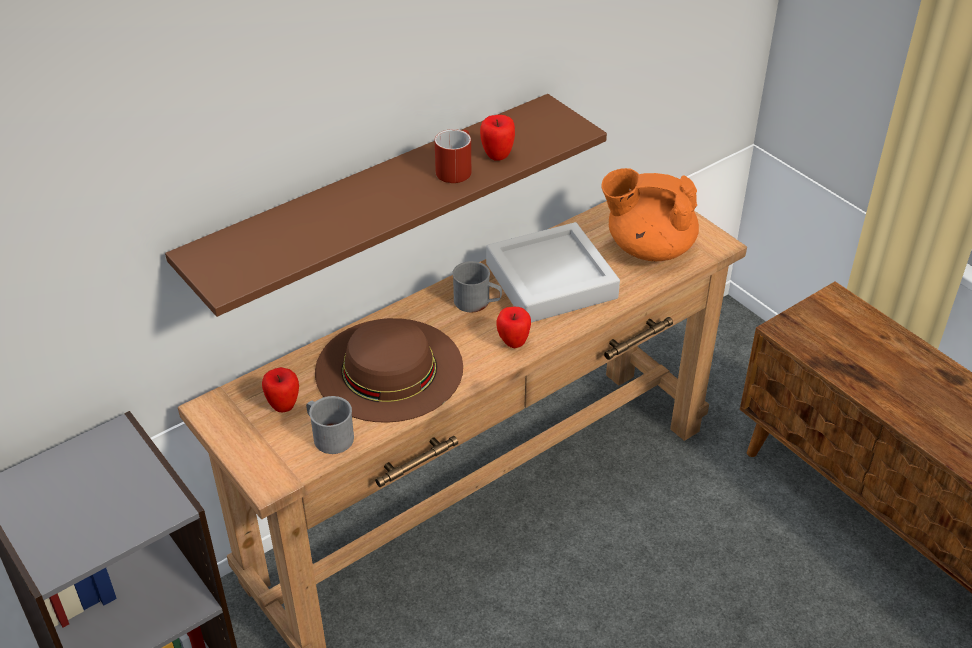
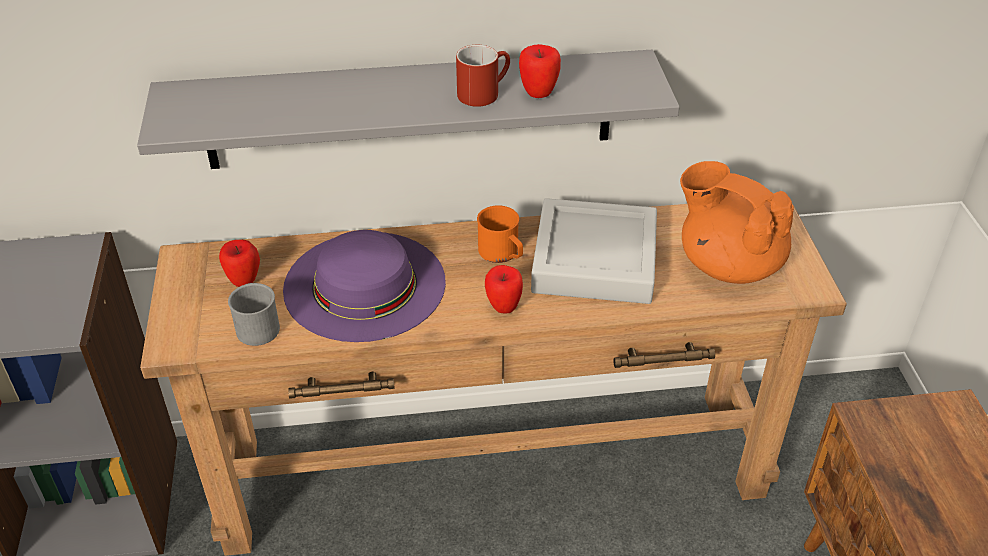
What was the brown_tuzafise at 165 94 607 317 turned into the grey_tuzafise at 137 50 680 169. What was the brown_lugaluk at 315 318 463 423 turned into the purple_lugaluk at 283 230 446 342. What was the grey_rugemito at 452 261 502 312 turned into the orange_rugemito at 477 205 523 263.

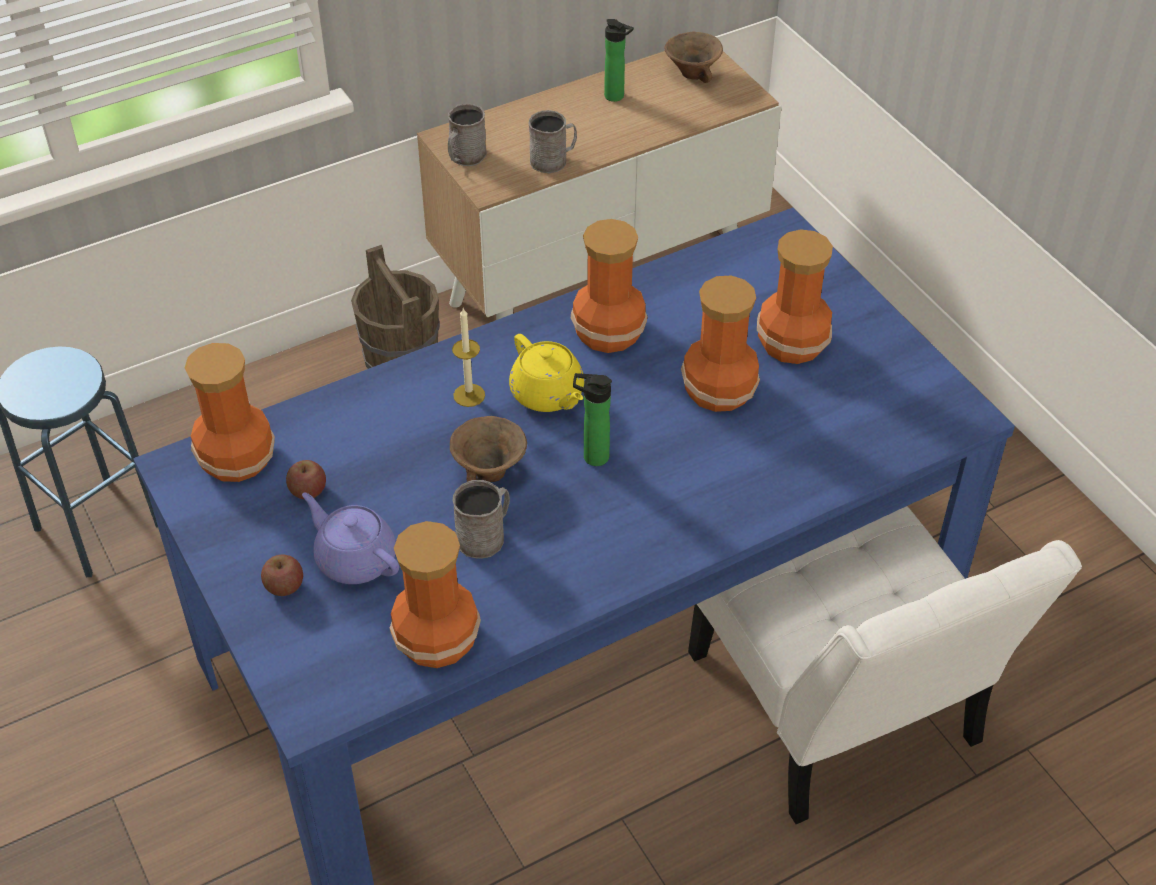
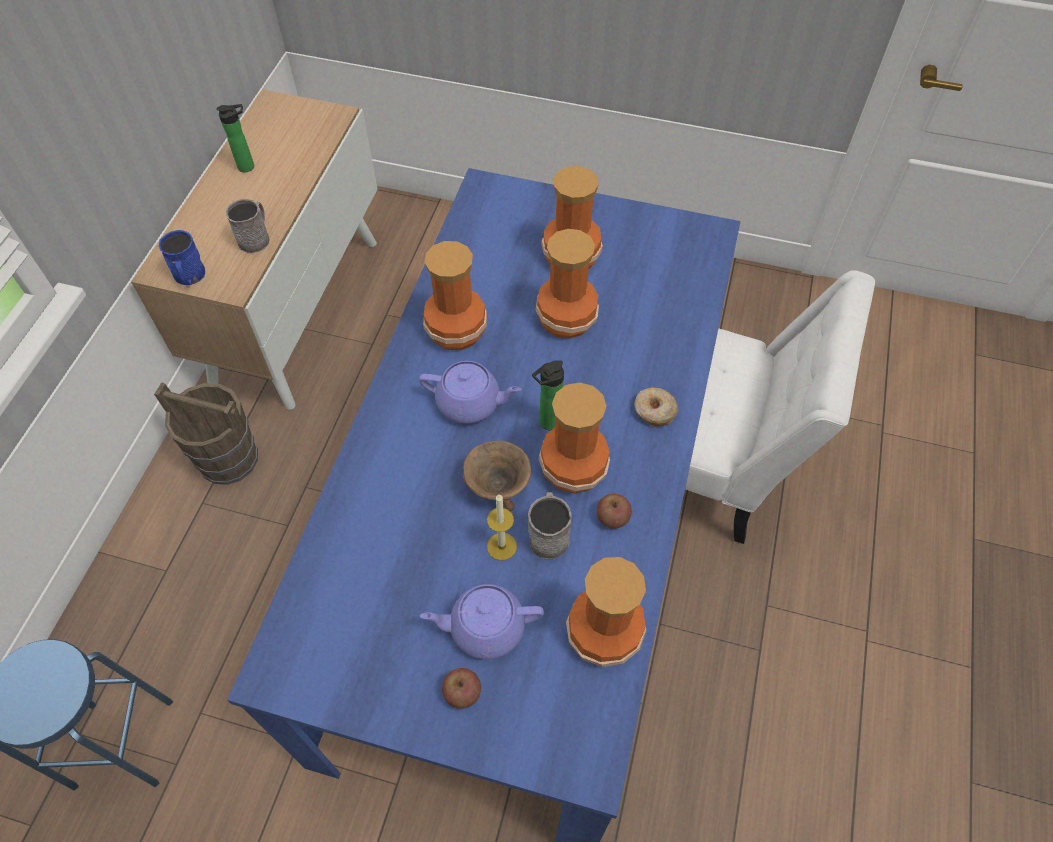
The second view lost the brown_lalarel at 665 32 723 83. The second view gained the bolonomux at 634 387 678 427. The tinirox ended up elsewhere, having gone from 185 343 275 482 to 538 382 610 493. The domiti ended up elsewhere, having gone from 286 460 326 499 to 597 494 632 529. The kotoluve ended up elsewhere, having gone from 452 308 485 407 to 487 494 517 561. What was the grey_rugemito at 448 104 487 166 turned into the blue_rugemito at 159 230 205 285. What was the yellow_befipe at 509 334 584 412 turned into the purple_befipe at 419 361 522 424.

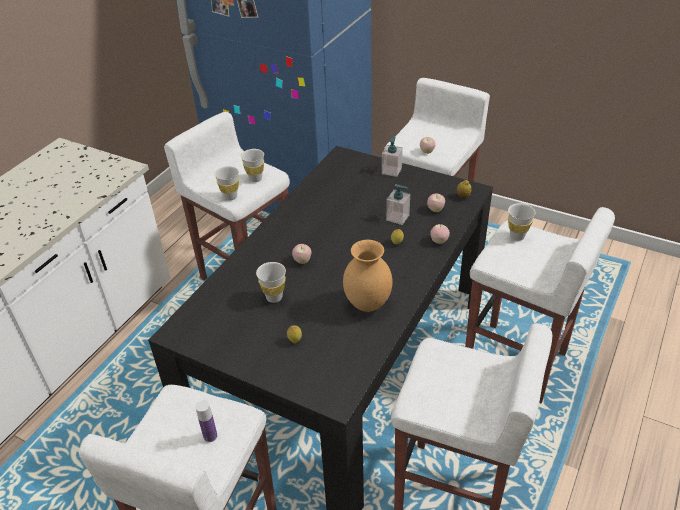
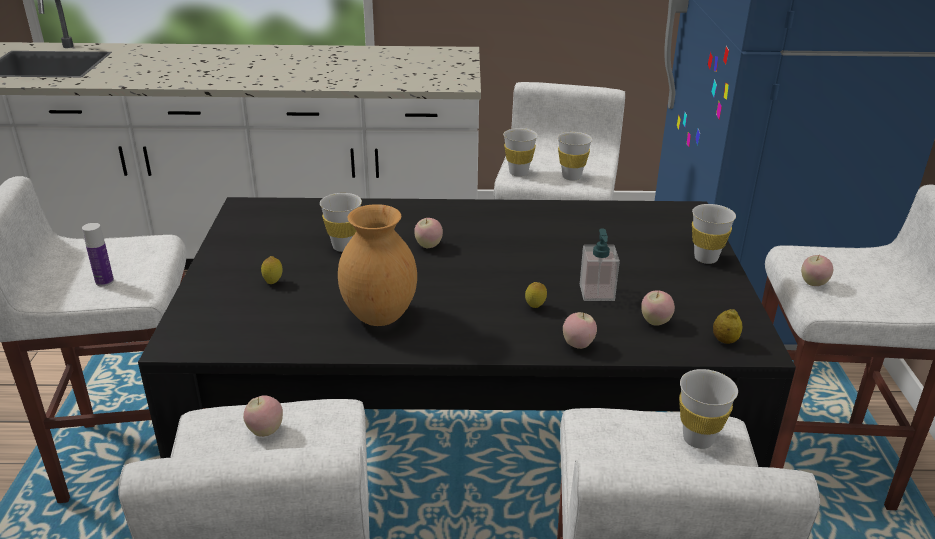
The second view gained the domiti at 243 396 283 437. Where the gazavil stood at 382 136 403 177, the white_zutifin came to stand at 692 204 736 264.

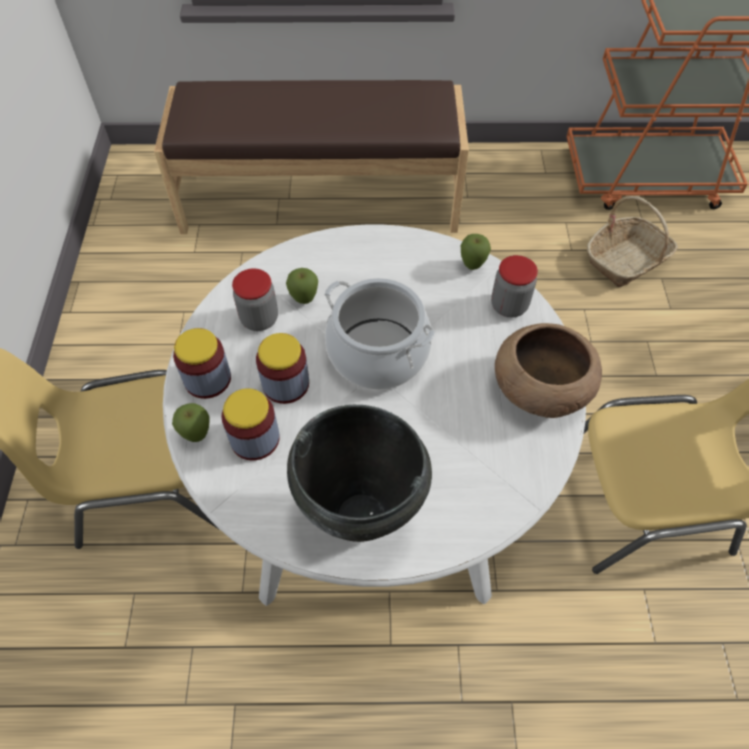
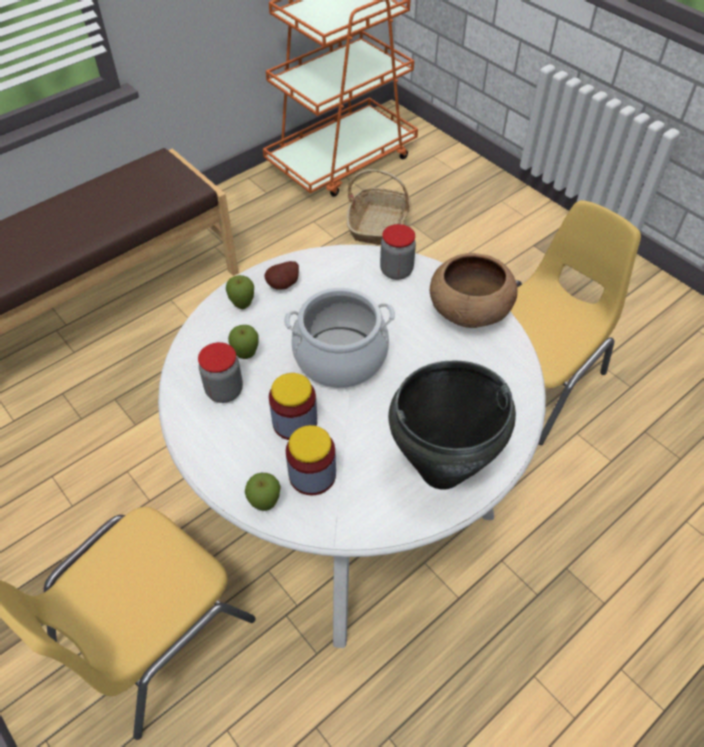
The second view lost the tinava at 173 328 231 399. The second view gained the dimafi at 264 261 299 290. The domiti ended up elsewhere, having gone from 461 234 491 270 to 226 275 254 309.

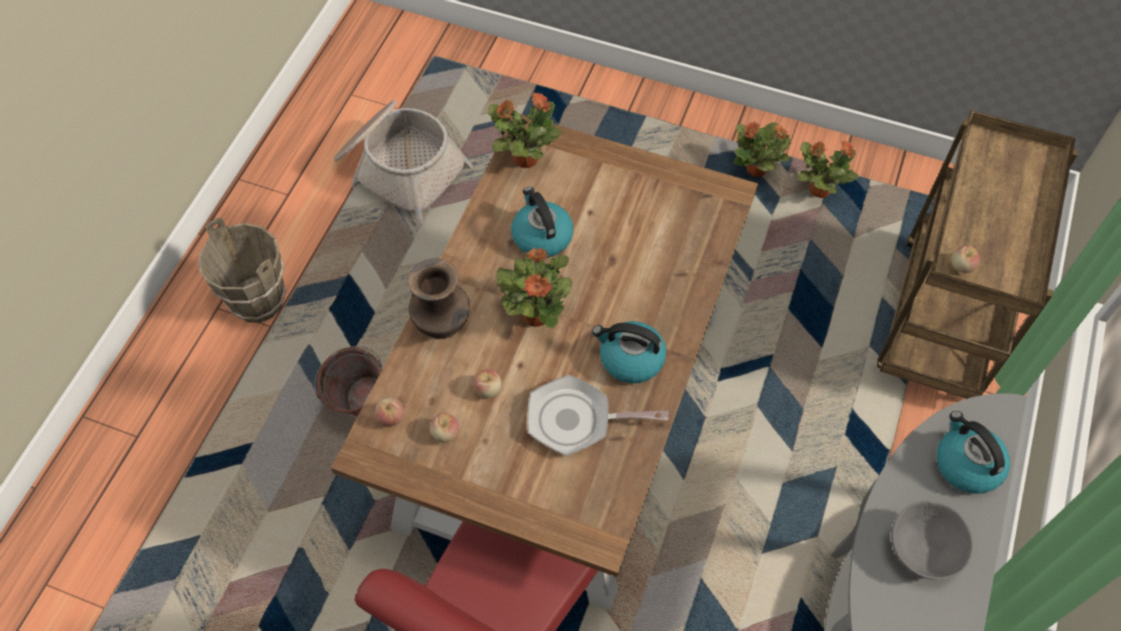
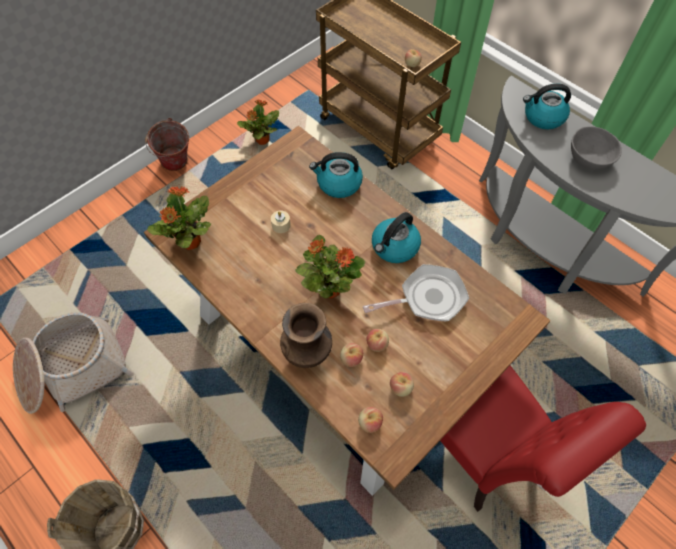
The second view lost the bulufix at 734 121 791 177. The second view gained the beige_kotoluve at 271 211 291 233. The second view gained the domiti at 340 343 364 367. The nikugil ended up elsewhere, having gone from 314 346 382 416 to 145 118 189 171. The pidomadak ended up elsewhere, having gone from 511 187 573 258 to 309 152 363 198. The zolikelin at 527 375 668 456 ended up facing another way, 135 degrees counterclockwise from before.

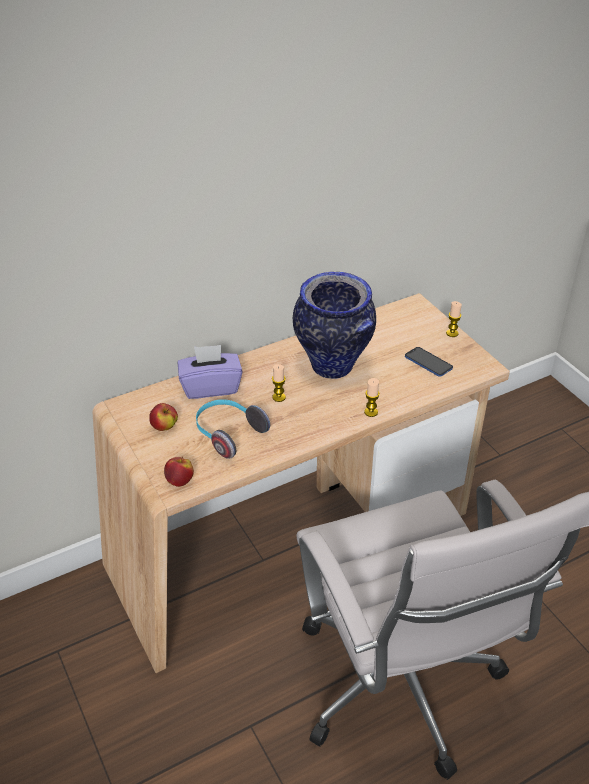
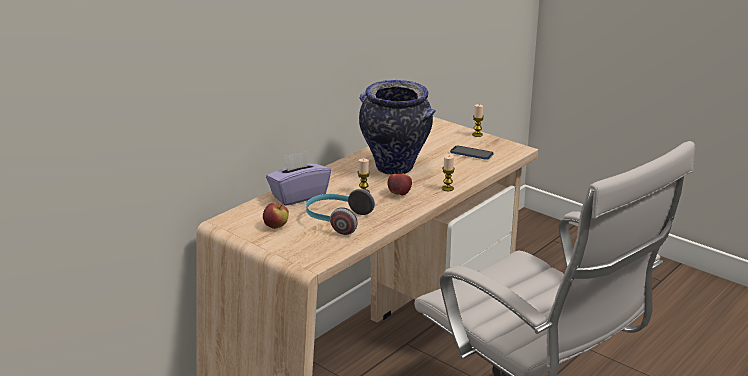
The domiti ended up elsewhere, having gone from 164 457 194 487 to 387 170 412 195.

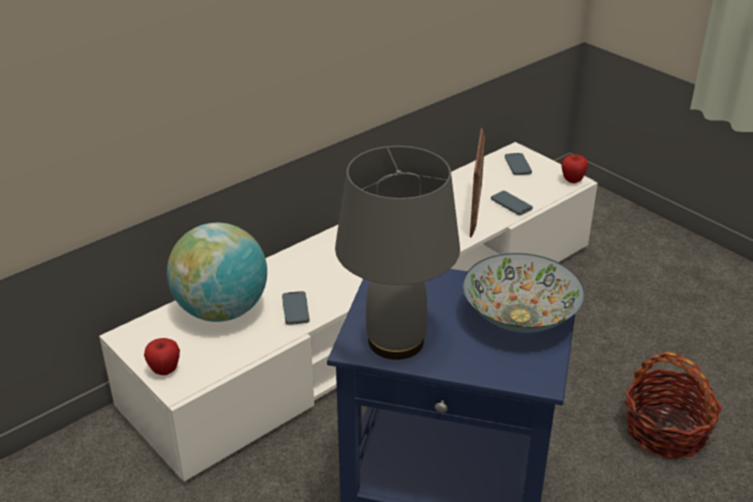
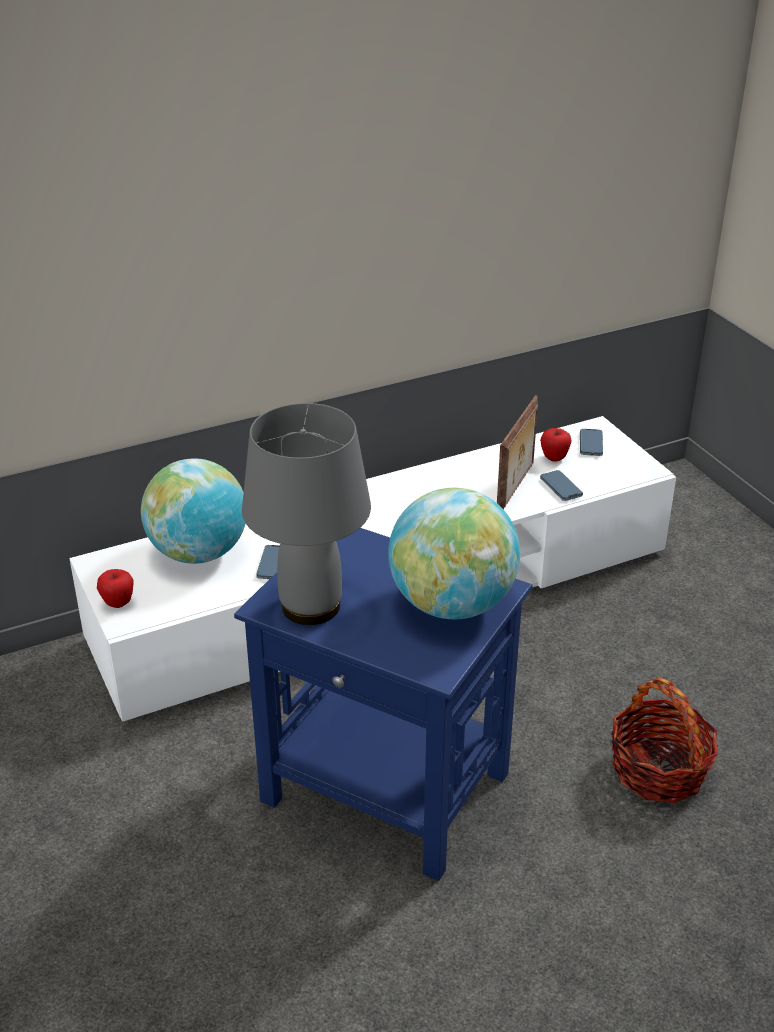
The domiti ended up elsewhere, having gone from 561 154 588 183 to 540 428 572 462. Where the lalarel stood at 463 253 585 333, the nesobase came to stand at 388 488 520 619.

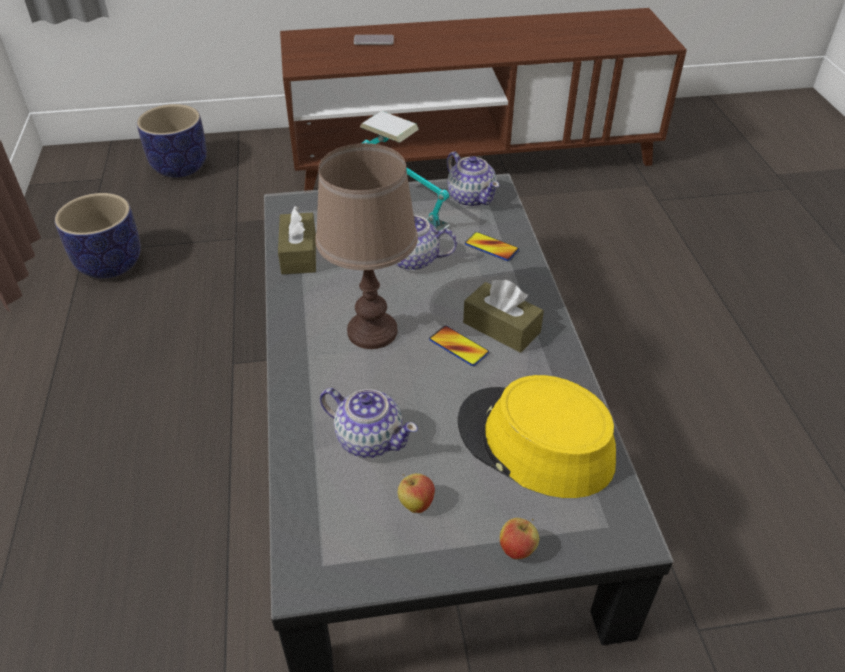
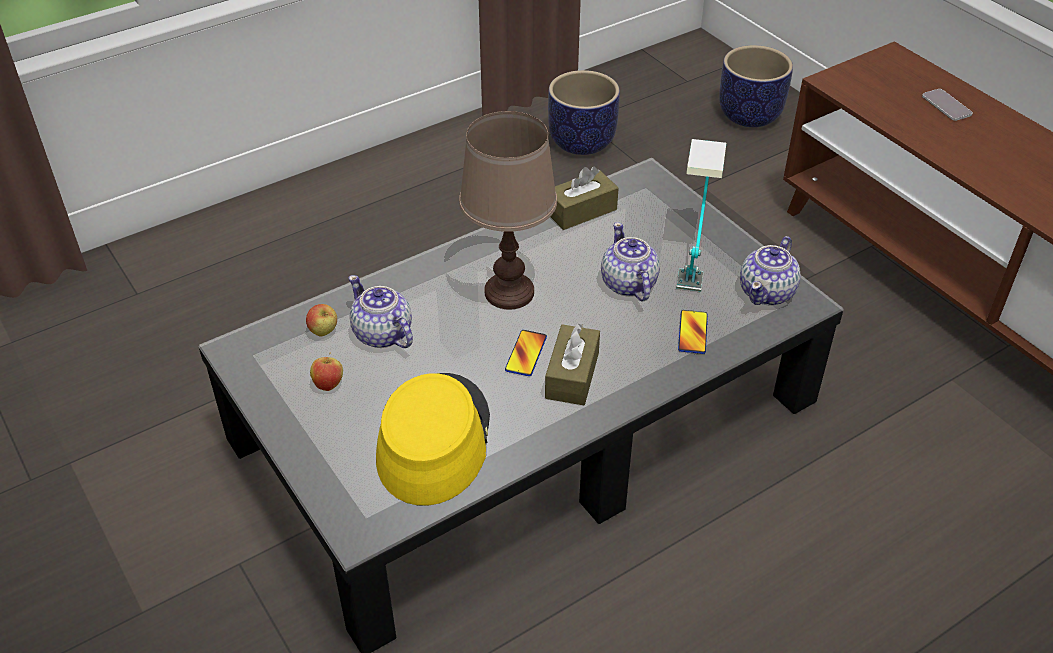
The domiti ended up elsewhere, having gone from 500 518 539 559 to 306 304 337 337. The befipe at 320 388 418 458 ended up facing another way, 135 degrees clockwise from before.

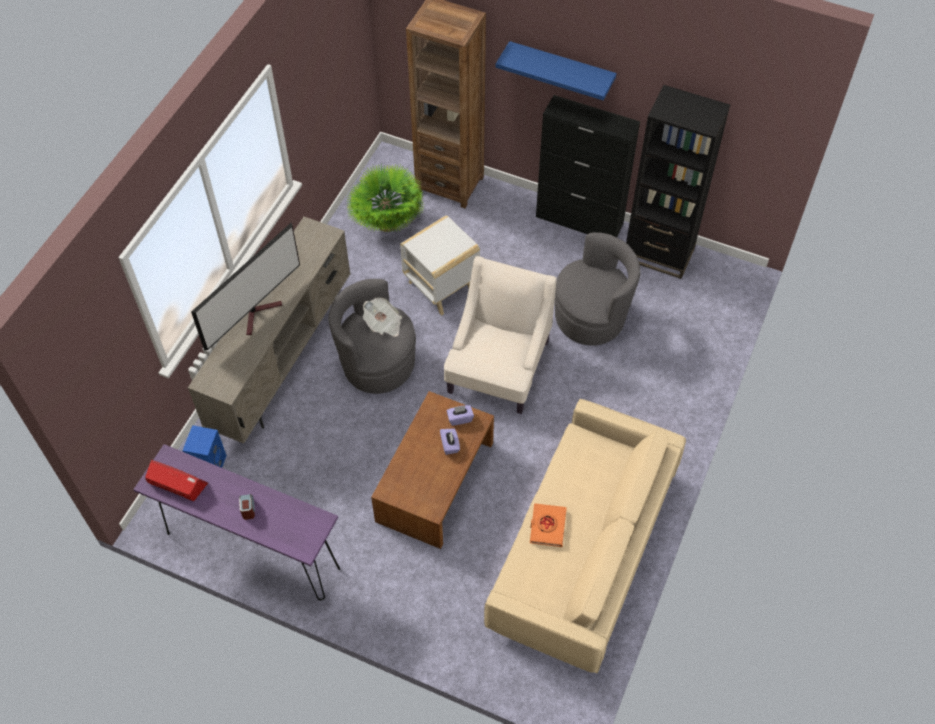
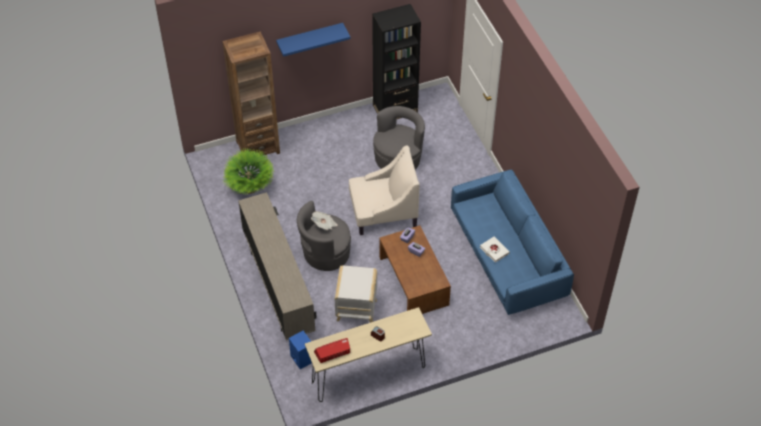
The second view lost the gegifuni at 191 223 300 350. The second view lost the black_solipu at 536 95 640 237. The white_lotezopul ended up elsewhere, having gone from 400 215 480 316 to 335 265 377 323. What was the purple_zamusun at 133 444 340 600 turned into the beige_zamusun at 305 307 432 402. What was the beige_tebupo at 484 399 686 673 turned into the blue_tebupo at 451 170 574 315. What was the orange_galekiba at 530 503 567 547 turned into the white_galekiba at 480 237 510 263. The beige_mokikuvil at 444 256 557 414 ended up facing another way, 105 degrees clockwise from before.

